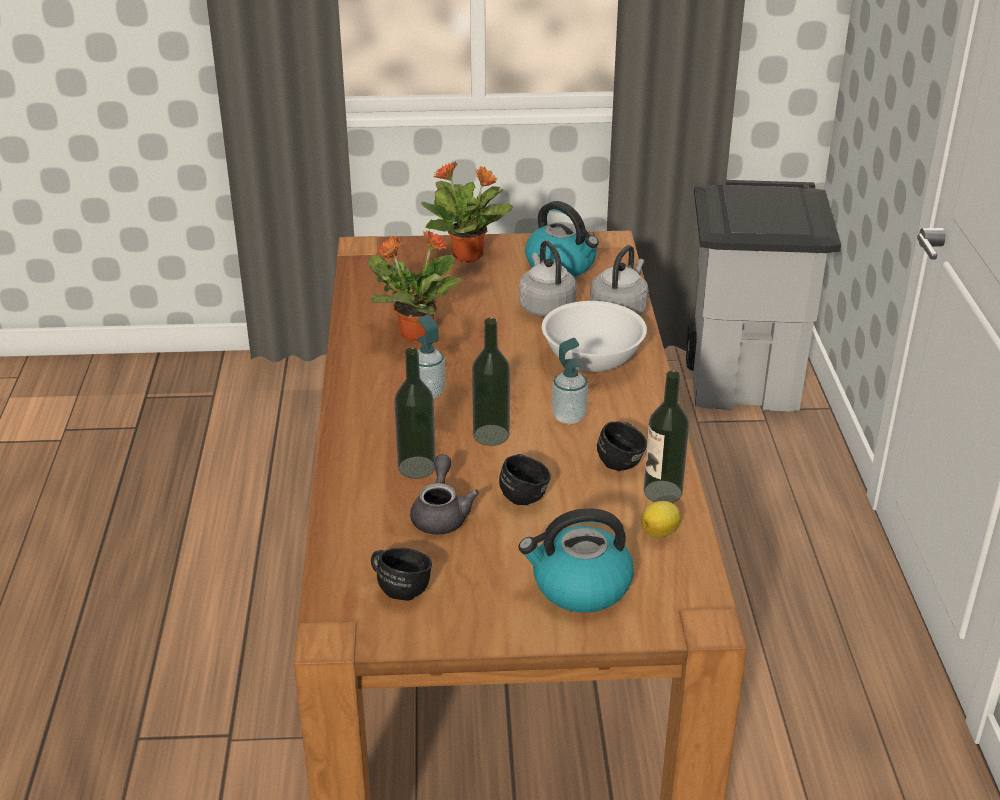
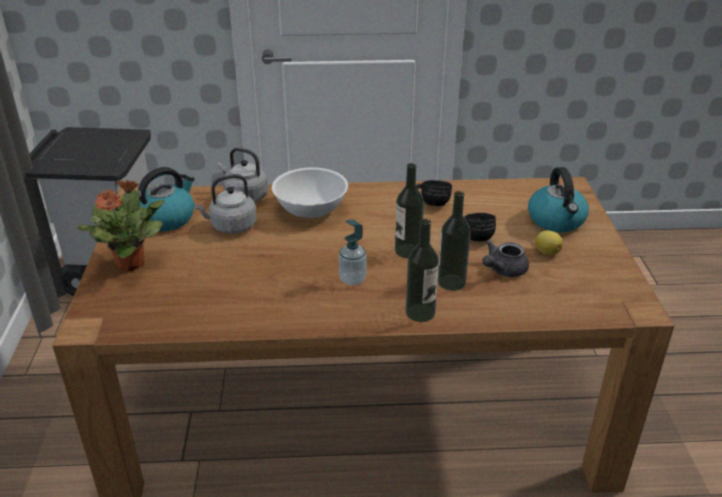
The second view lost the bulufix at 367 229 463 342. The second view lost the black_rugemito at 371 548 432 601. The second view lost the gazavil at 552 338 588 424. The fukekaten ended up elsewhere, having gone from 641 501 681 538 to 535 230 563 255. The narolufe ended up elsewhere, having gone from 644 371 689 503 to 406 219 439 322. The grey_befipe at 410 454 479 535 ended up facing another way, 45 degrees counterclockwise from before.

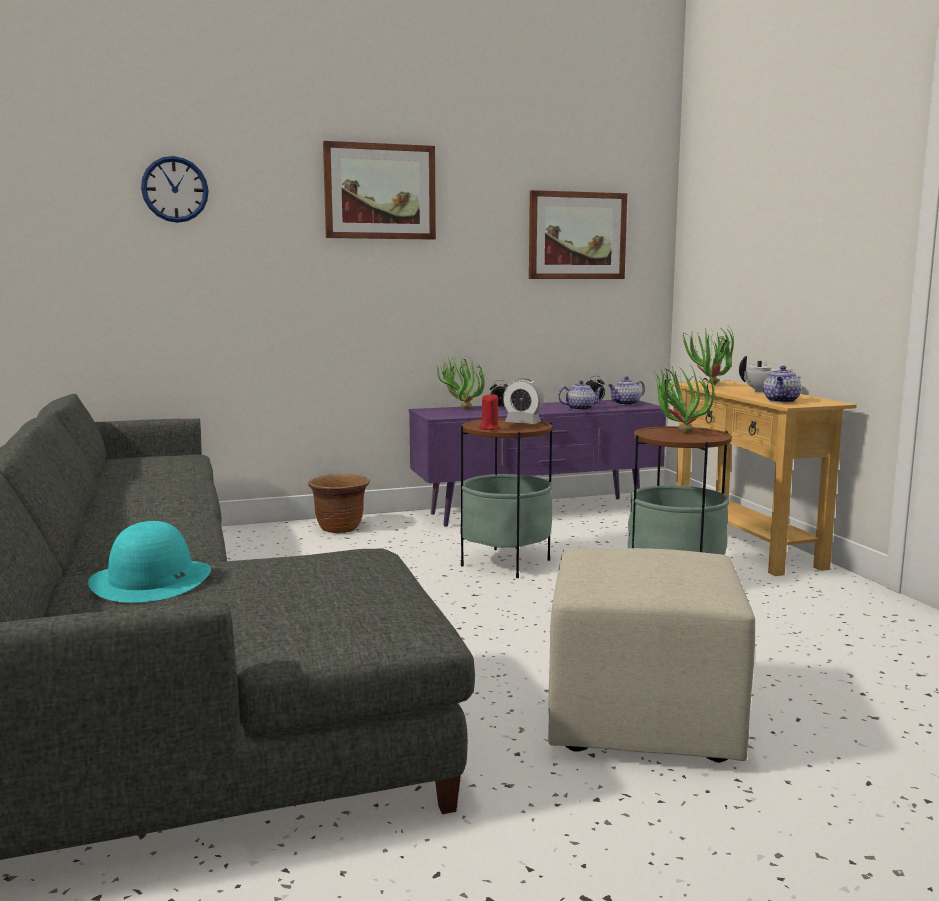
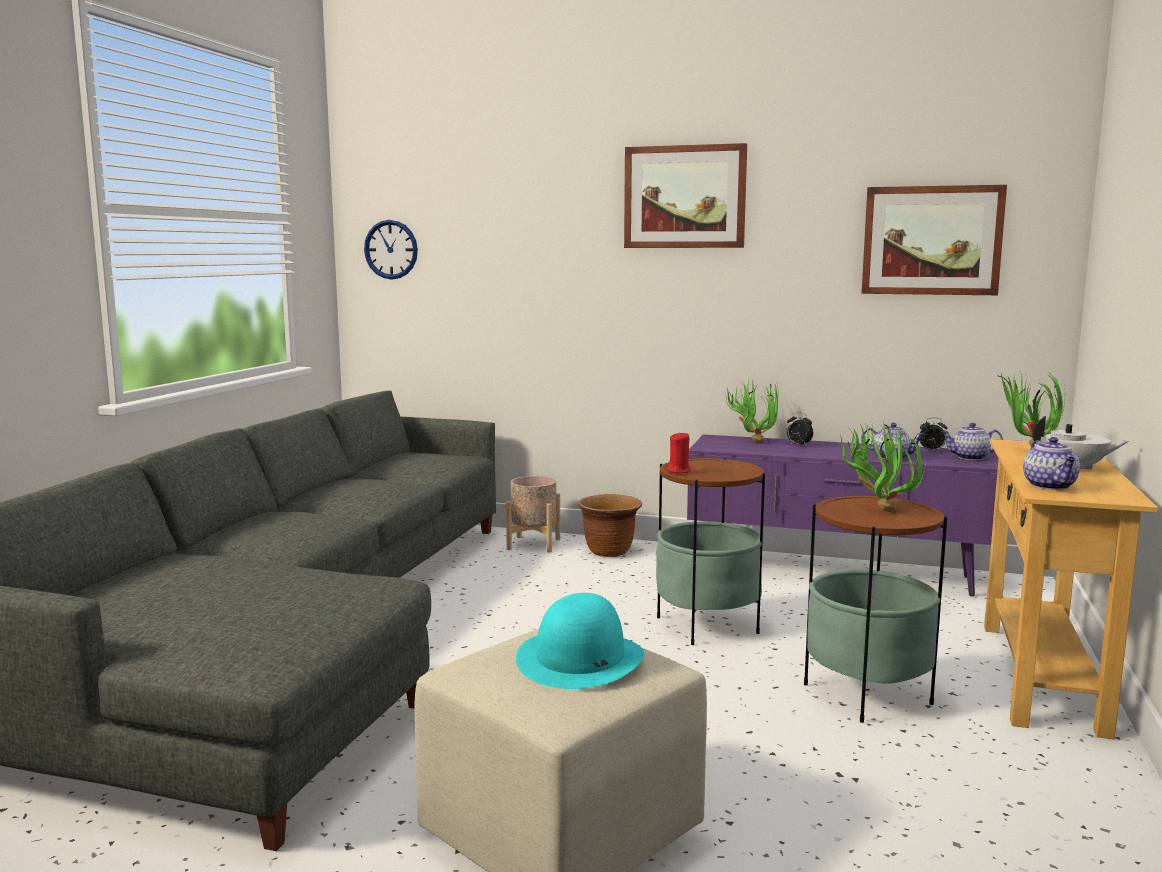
The second view lost the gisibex at 503 379 544 424. The second view gained the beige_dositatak at 506 476 560 552. The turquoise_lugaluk ended up elsewhere, having gone from 88 521 211 603 to 516 593 644 689. The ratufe ended up elsewhere, having gone from 141 156 209 223 to 364 220 418 280. The befipe at 763 366 802 403 ended up facing another way, 60 degrees counterclockwise from before.

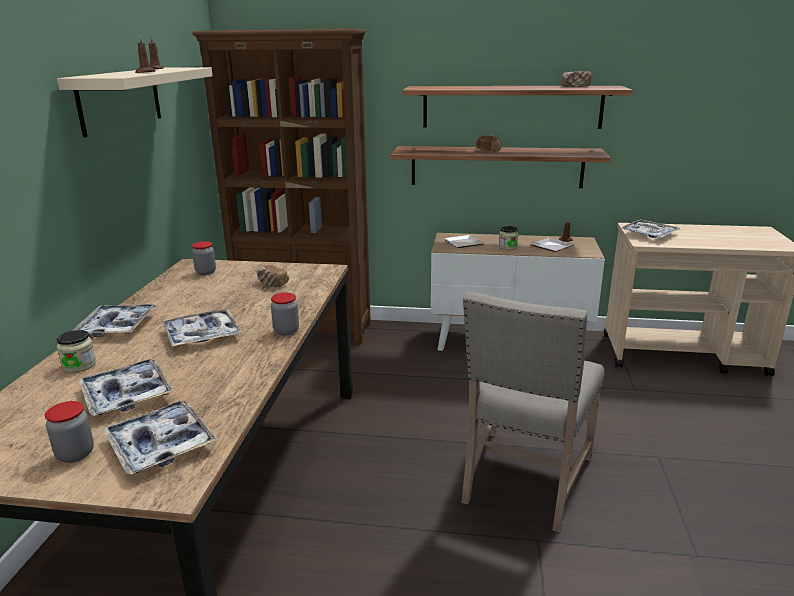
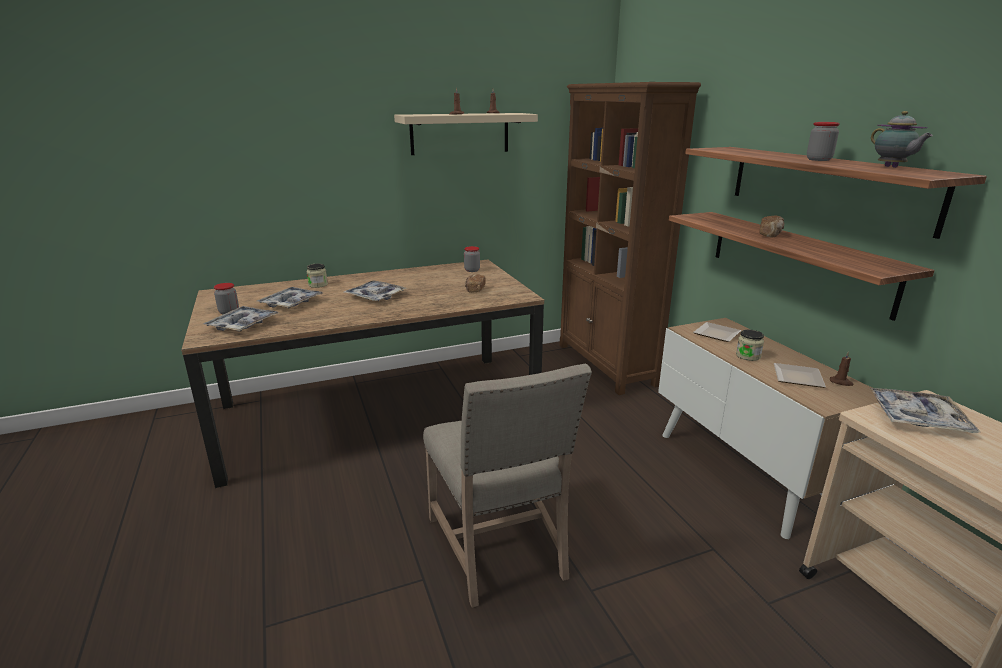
The second view lost the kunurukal at 73 304 157 337. The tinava ended up elsewhere, having gone from 271 293 299 335 to 807 122 840 161. Where the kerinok stood at 561 71 591 87, the befipe came to stand at 871 111 933 168. The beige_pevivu at 461 291 604 533 ended up facing another way, 105 degrees counterclockwise from before.

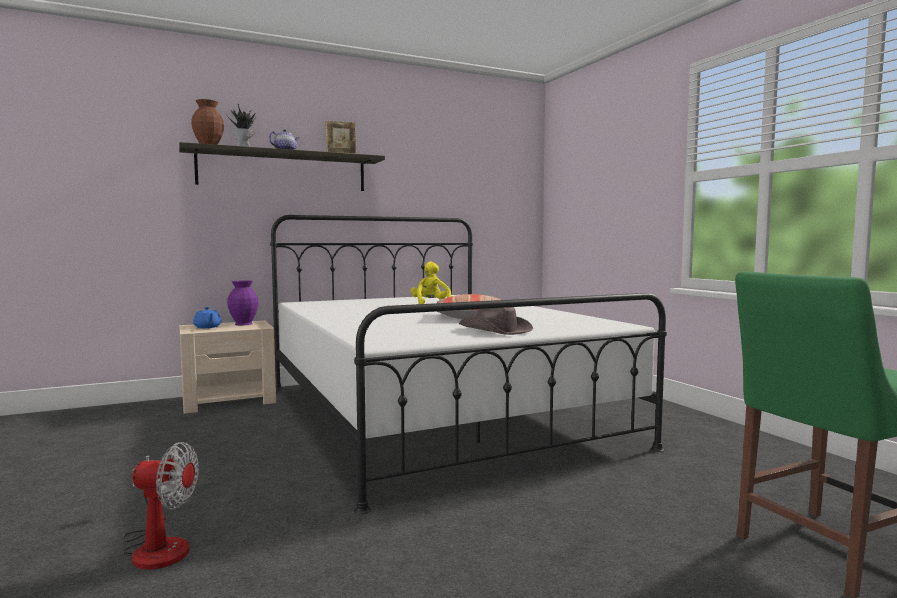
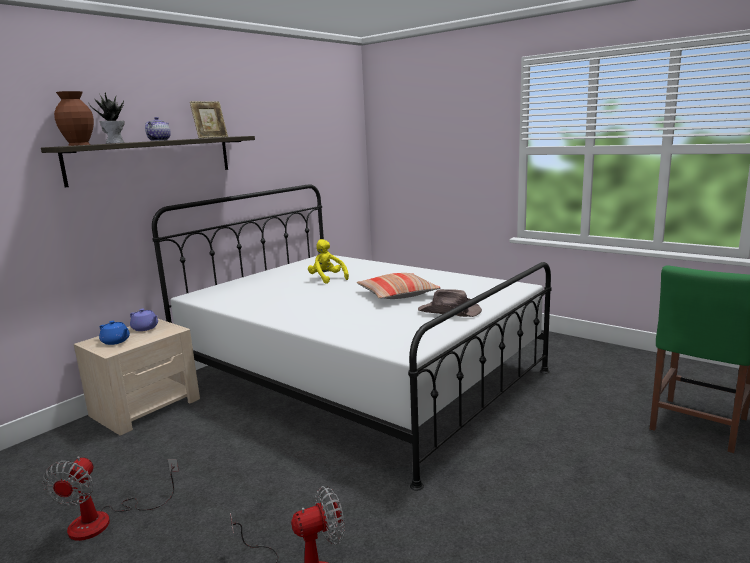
The second view gained the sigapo at 43 456 179 541. Where the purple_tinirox stood at 227 280 259 325, the purple_befipe came to stand at 130 309 158 331.

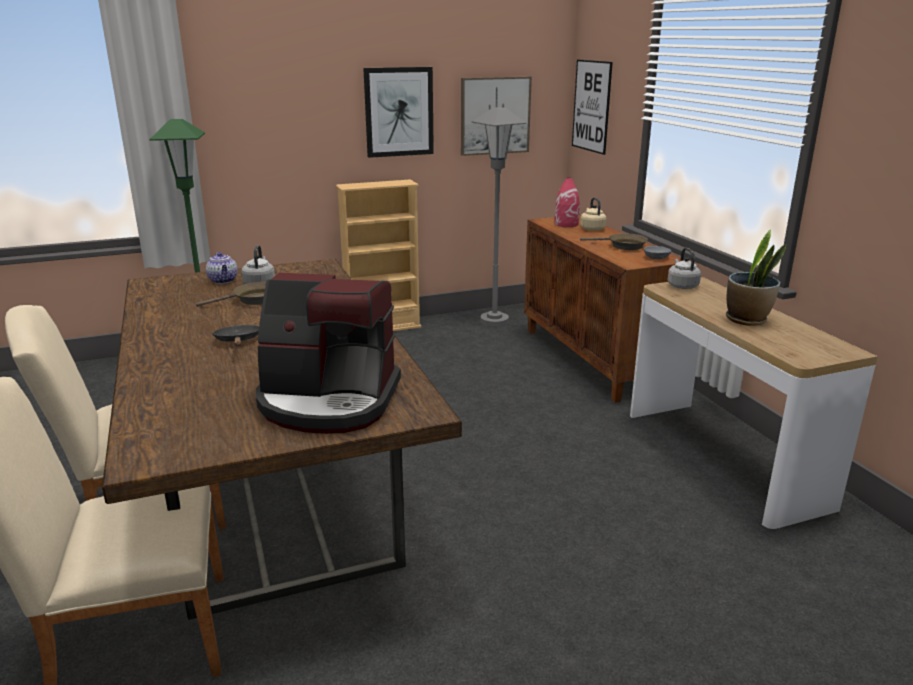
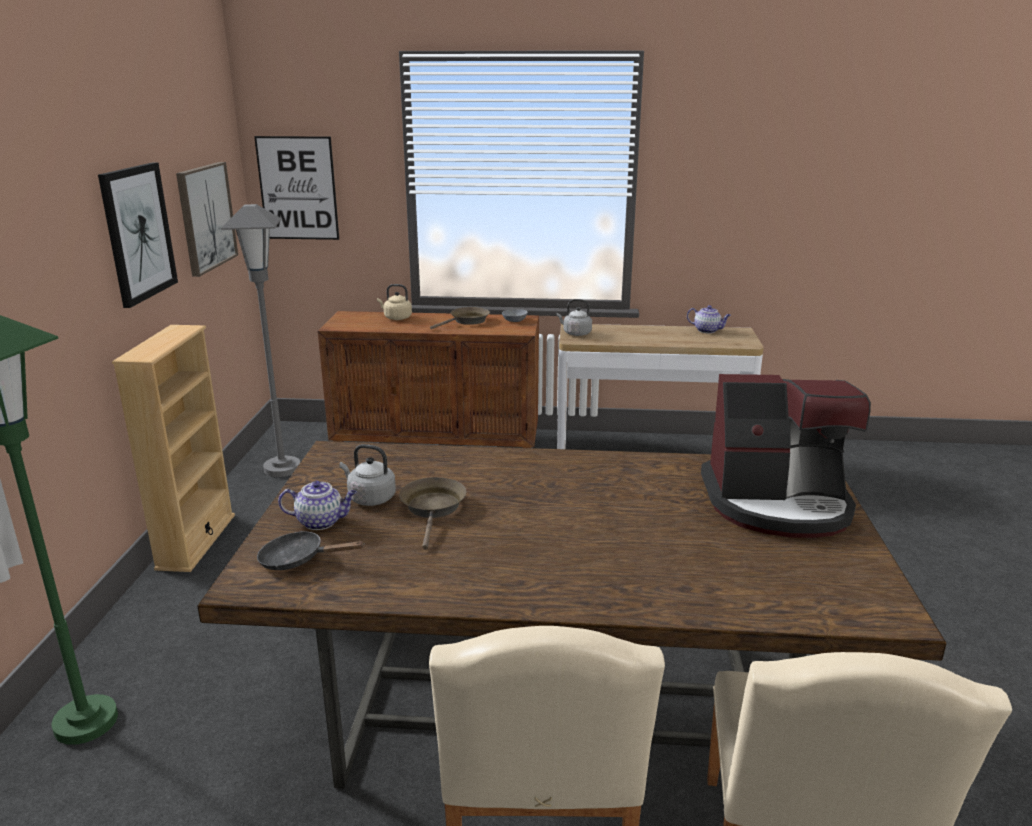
The second view lost the red_tinirox at 554 177 580 227. The second view lost the bulufix at 726 229 786 326. The second view gained the befipe at 687 305 731 333. The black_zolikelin ended up elsewhere, having gone from 212 325 259 346 to 257 531 365 570. The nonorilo at 256 273 401 434 ended up facing another way, 60 degrees clockwise from before.

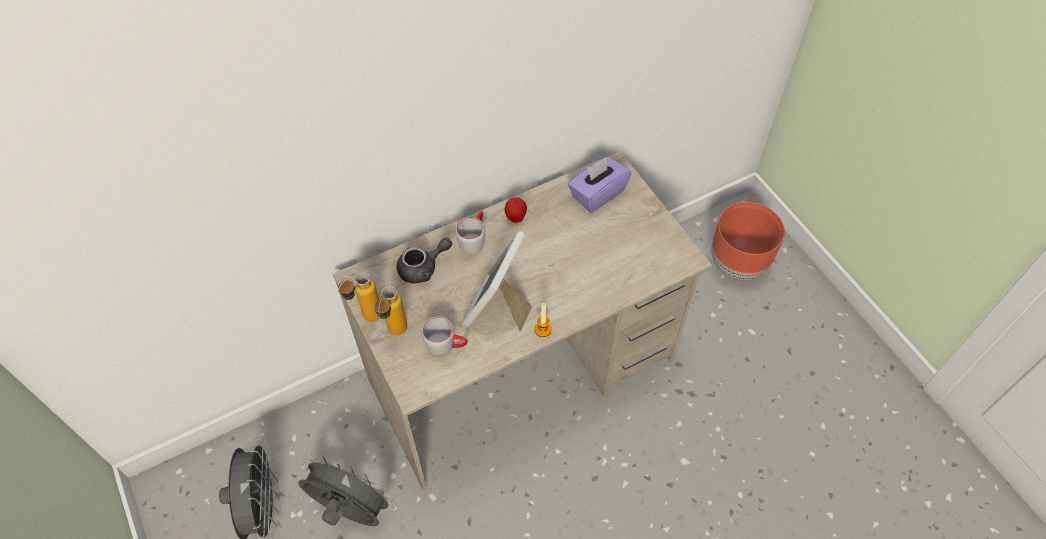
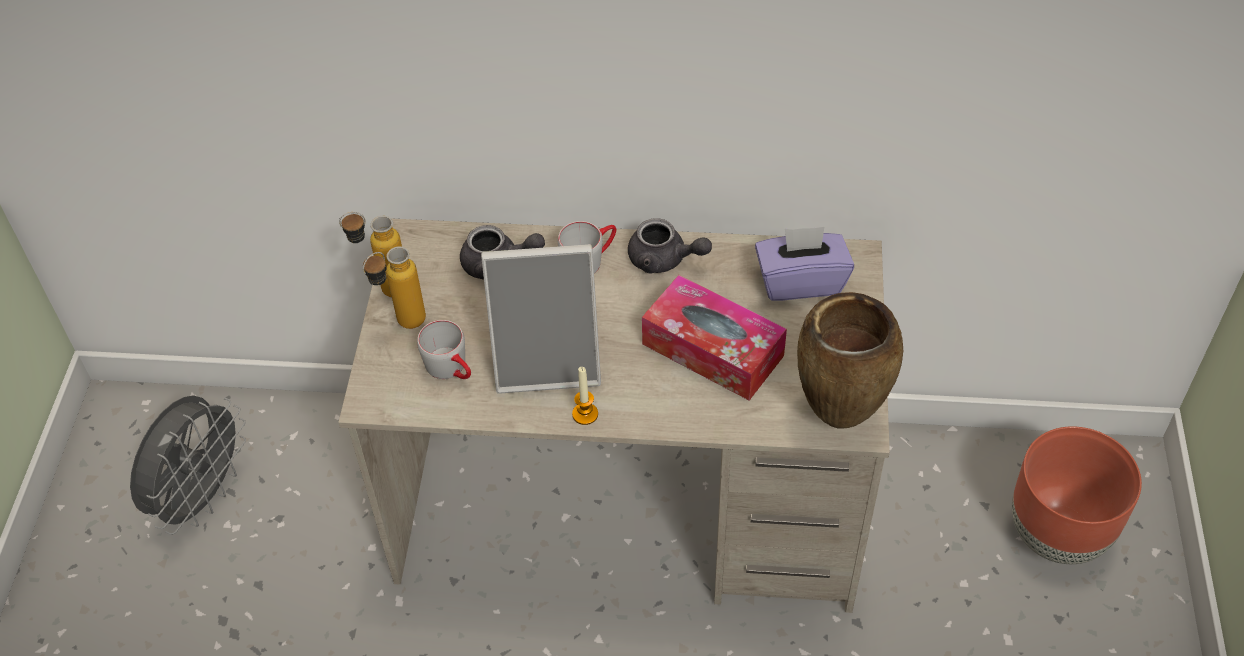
The second view lost the grey_sigapo at 298 455 396 526. The second view gained the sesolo at 642 275 787 400. The second view gained the brown_tinirox at 797 292 903 428. Where the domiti stood at 505 197 527 223, the grey_befipe came to stand at 628 218 712 273. The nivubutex at 461 231 532 331 ended up facing another way, 150 degrees counterclockwise from before.

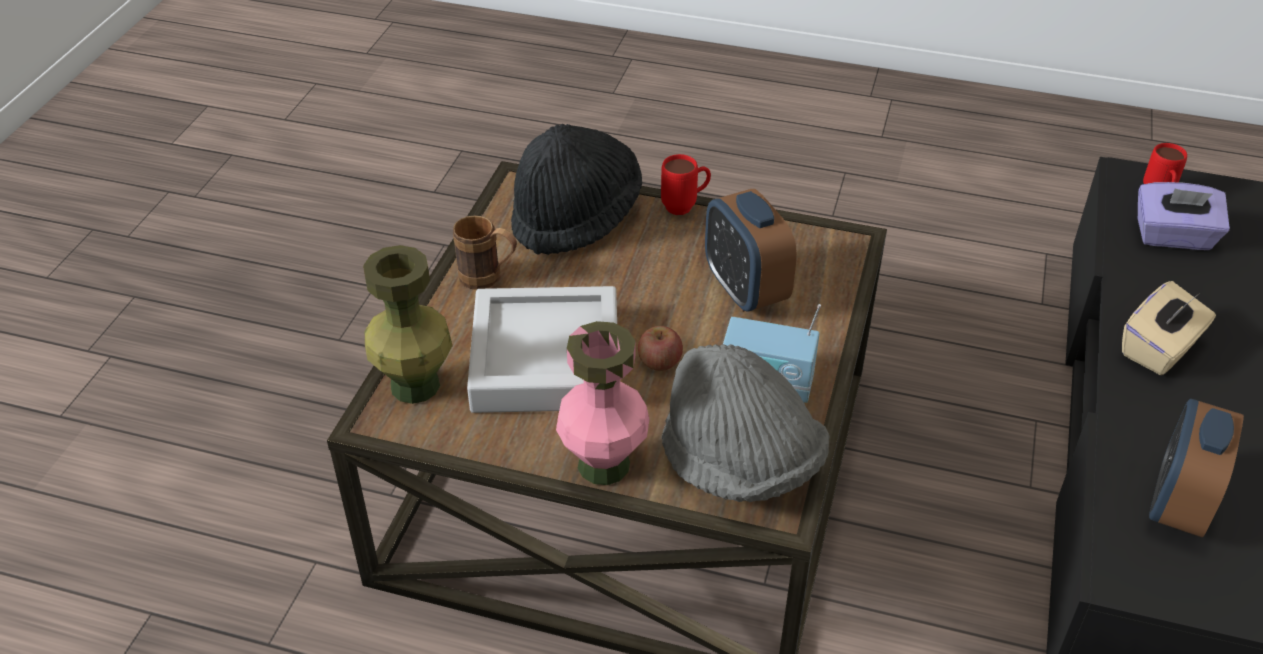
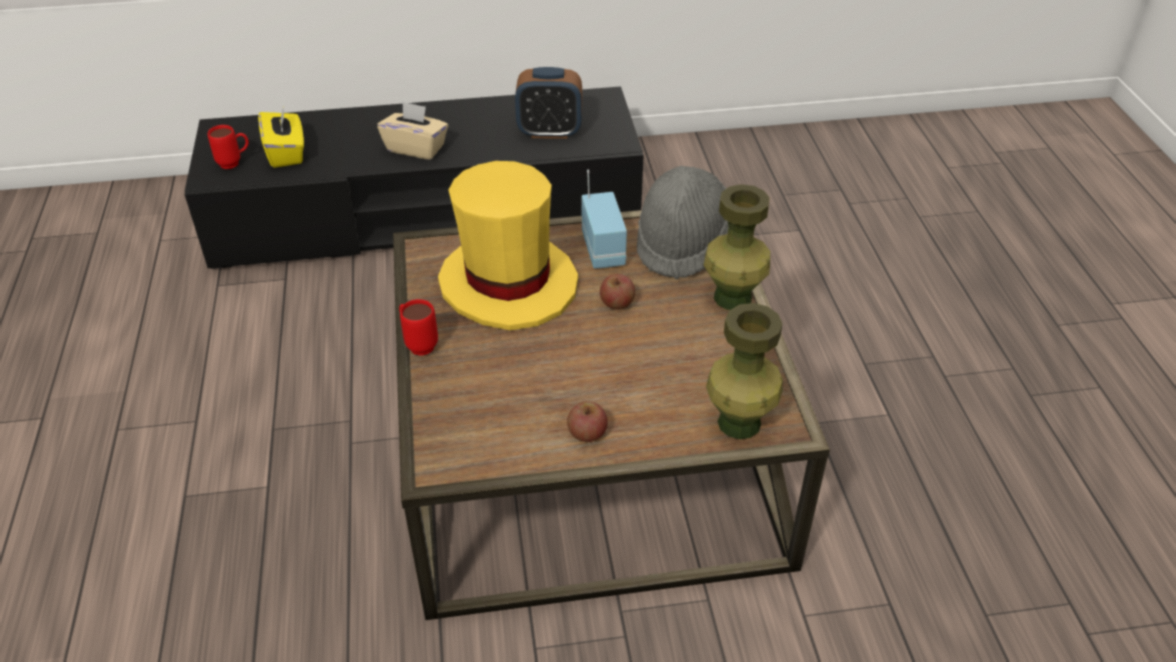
The second view lost the grey_kunurukal at 467 286 617 413. The second view lost the black_lugaluk at 511 124 642 255. Where the brown_rugemito stood at 453 216 517 290, the domiti came to stand at 567 401 608 442. Where the gisibex stood at 705 189 797 312, the yellow_lugaluk came to stand at 438 161 578 330. What was the pink_tinirox at 556 321 649 485 turned into the green_tinirox at 703 184 770 310. What was the purple_sesolo at 1138 182 1230 250 turned into the yellow_sesolo at 258 105 304 168.

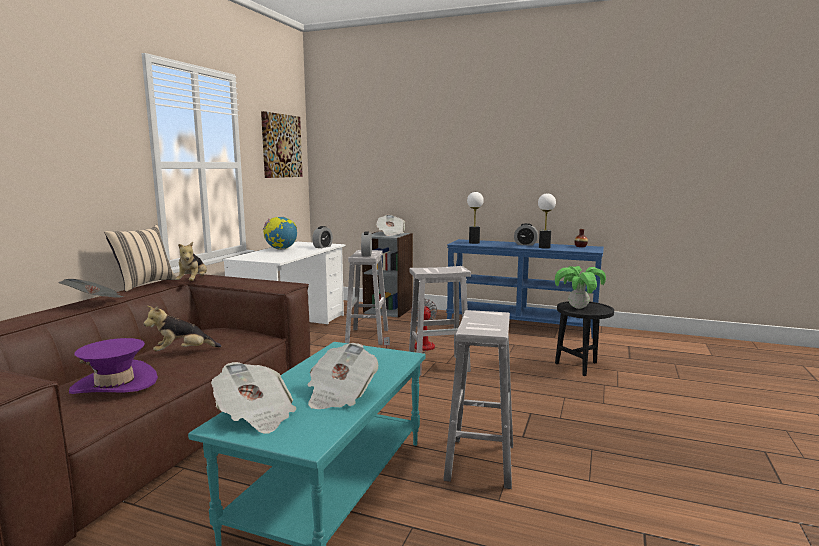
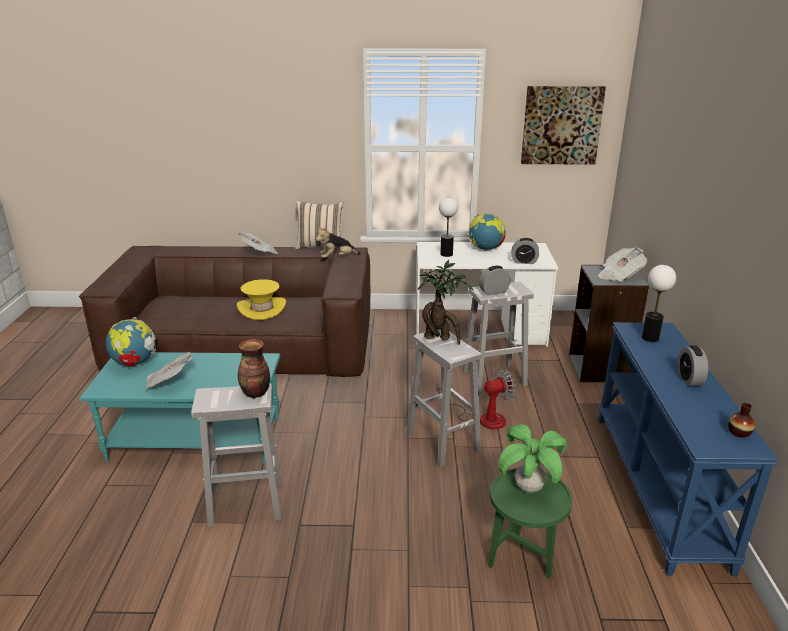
The second view lost the purple_lugaluk at 69 338 158 394. The second view gained the tinirox at 238 339 270 398. The second view gained the bulufix at 418 260 474 345. The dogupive ended up elsewhere, having gone from 538 193 556 249 to 439 197 458 257. Where the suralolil stood at 143 306 222 351, the yellow_lugaluk came to stand at 237 279 286 320. Where the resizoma stood at 211 362 297 434, the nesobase came to stand at 106 317 158 367. What was the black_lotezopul at 555 301 614 376 turned into the green_lotezopul at 488 468 572 578.

